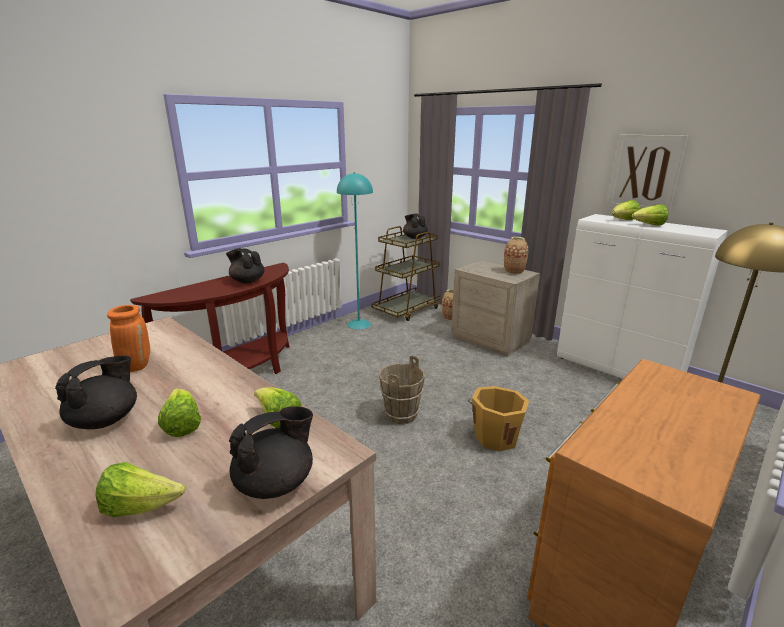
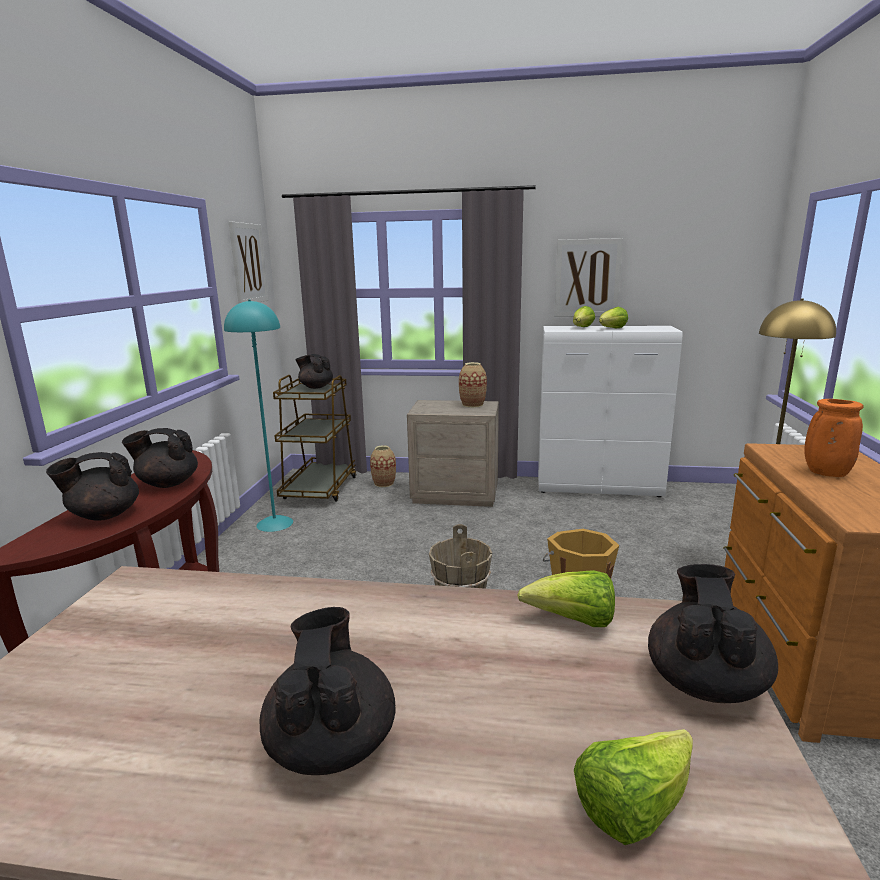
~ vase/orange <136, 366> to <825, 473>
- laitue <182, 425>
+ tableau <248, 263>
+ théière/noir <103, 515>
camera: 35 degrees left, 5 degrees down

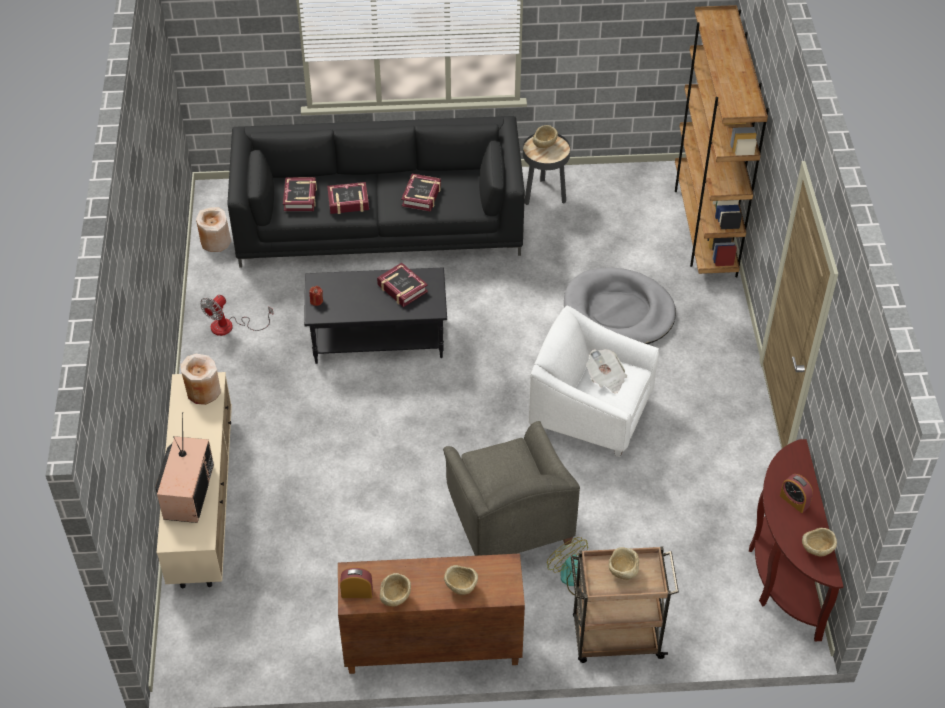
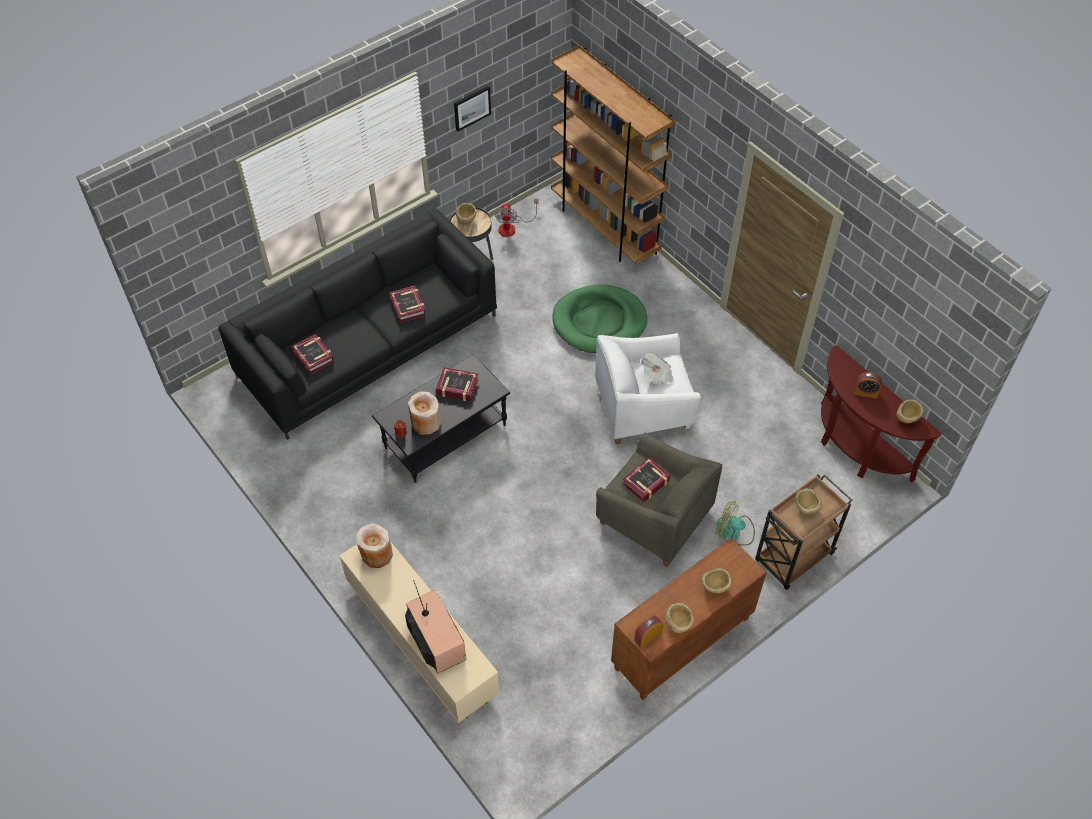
~ livre <348, 202> to <646, 482>
~ vase/beige <215, 241> to <425, 422>
~ panier pour chien/gris <618, 312> to panier pour chien/vert <599, 322>
~ ventilateur <230, 327> to <512, 227>
+ tableau <472, 108>
camera: 35 degrees left, 5 degrees up

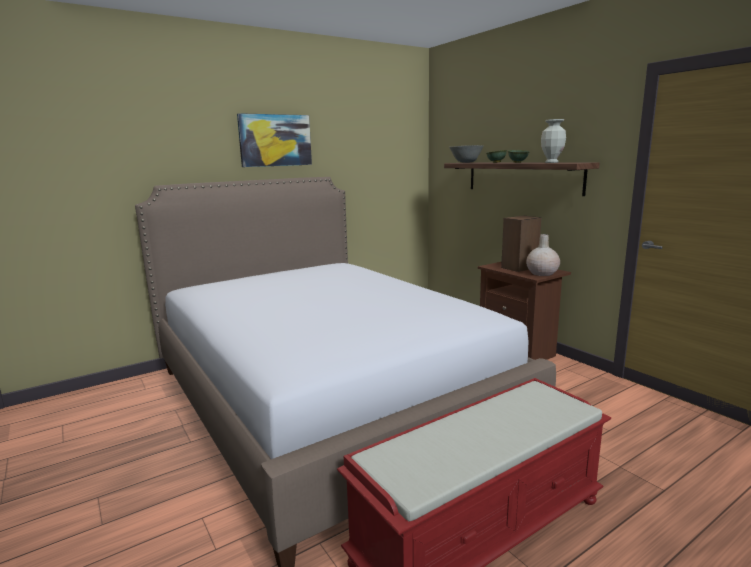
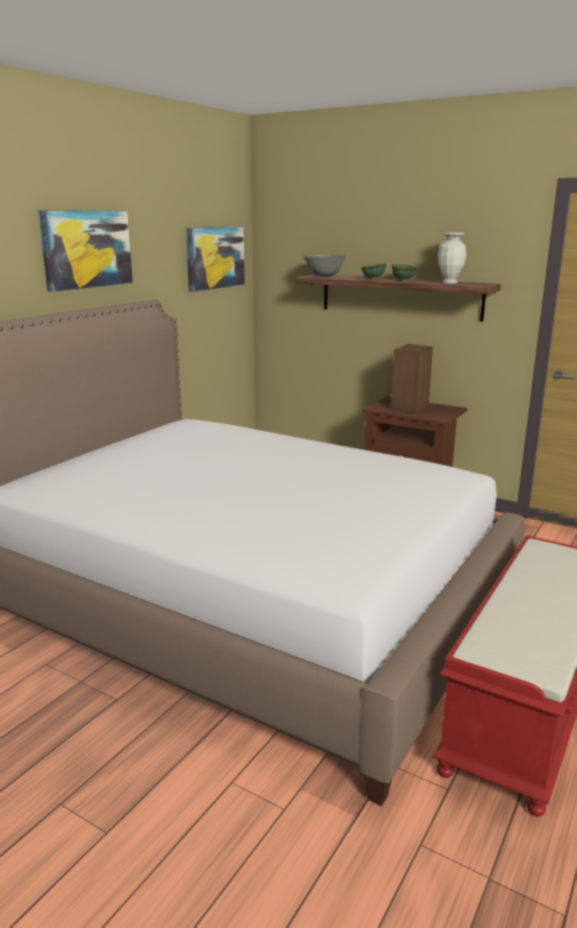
- vase/beige <541, 273>
+ tableau <215, 258>
camera: 25 degrees left, 5 degrees up

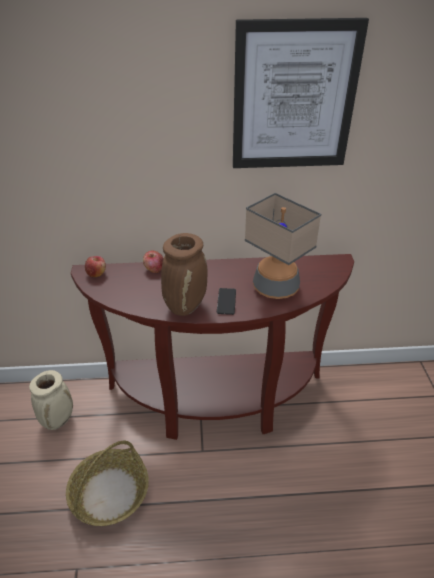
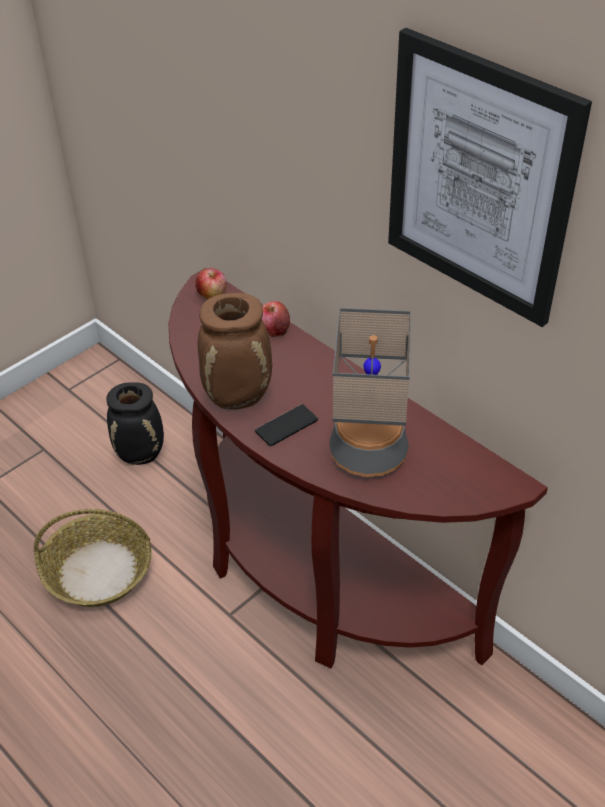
~ vase/beige <58, 419> to vase/noir <141, 455>
camera: 50 degrees right, 5 degrees up

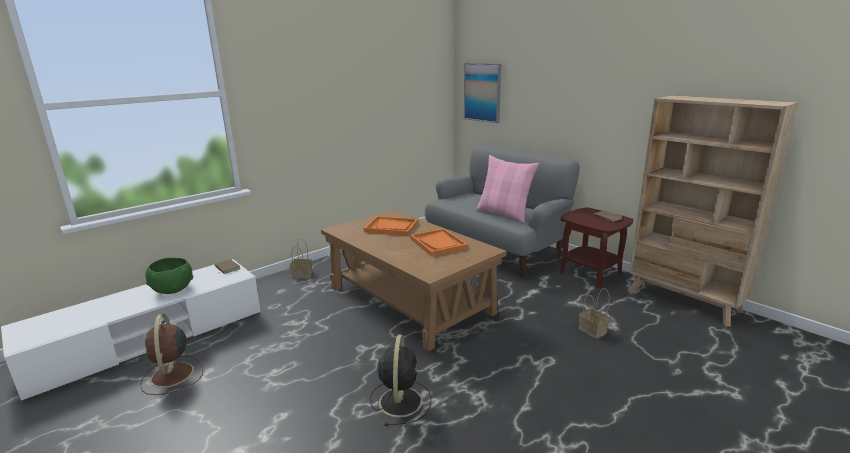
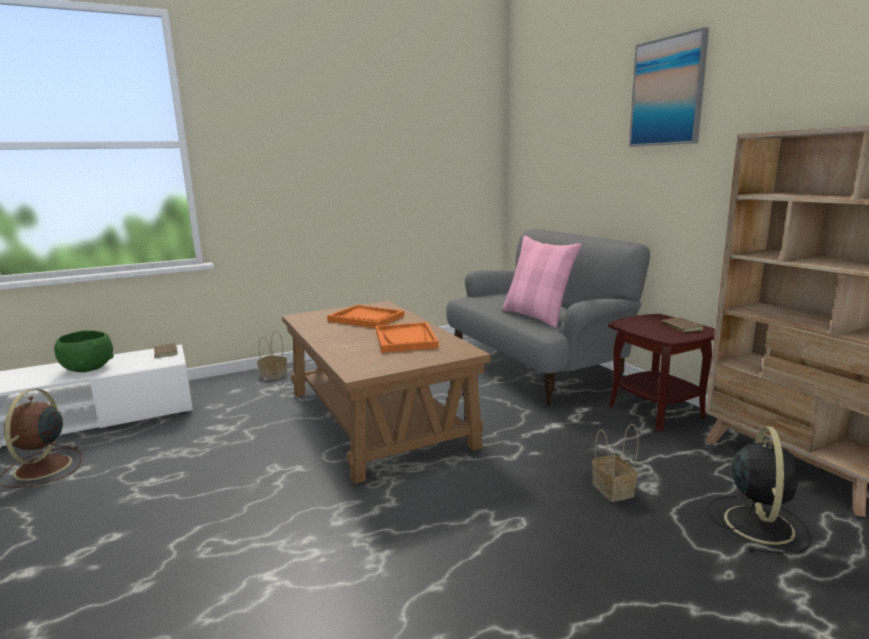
~ tableau <482, 92> to <668, 92>
~ ventilateur/noir <400, 400> to <757, 523>
camera: 15 degrees right, 5 degrees down

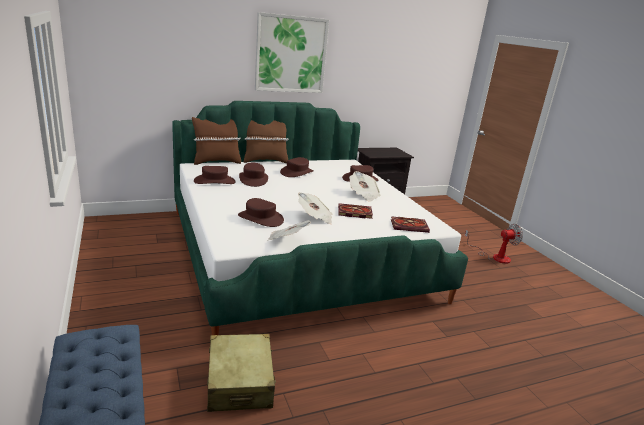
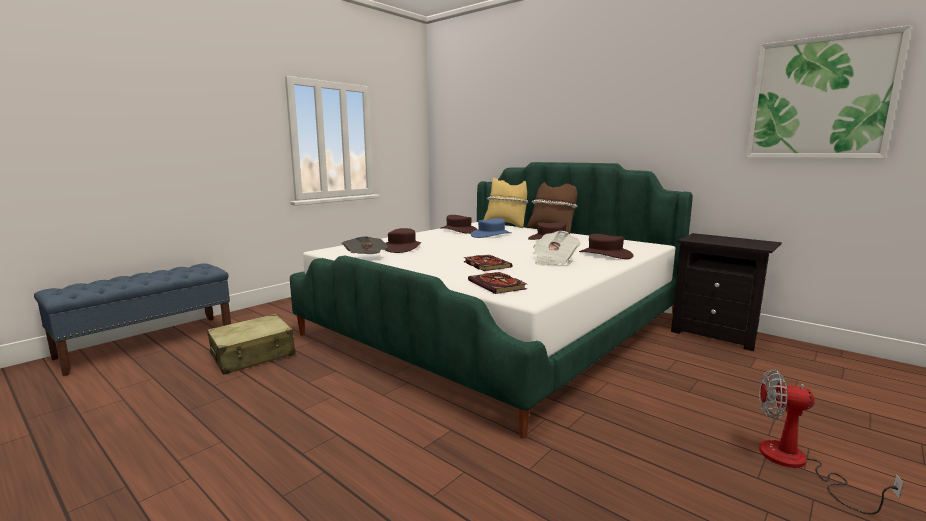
~ tableau <291, 54> to <820, 98>
~ coussin/marron <216, 162> to coussin/jaune <506, 224>
~ chapeau/marron <253, 179> to chapeau/bleu <491, 235>
- journal <315, 217>
~ ventilateur <494, 256> = <797, 464> 150 degrees clockwise
camera: 65 degrees right, 10 degrees down

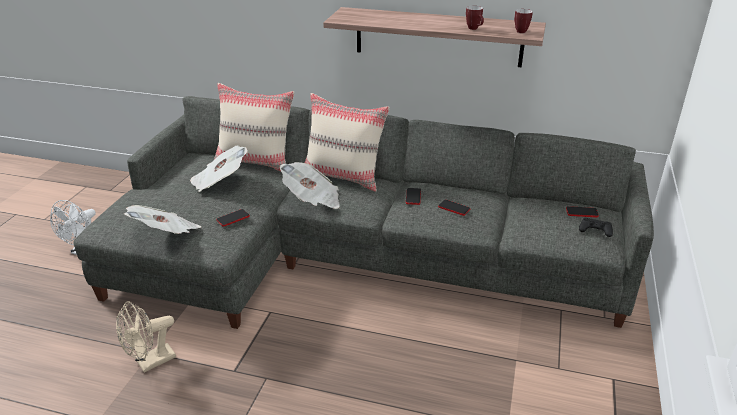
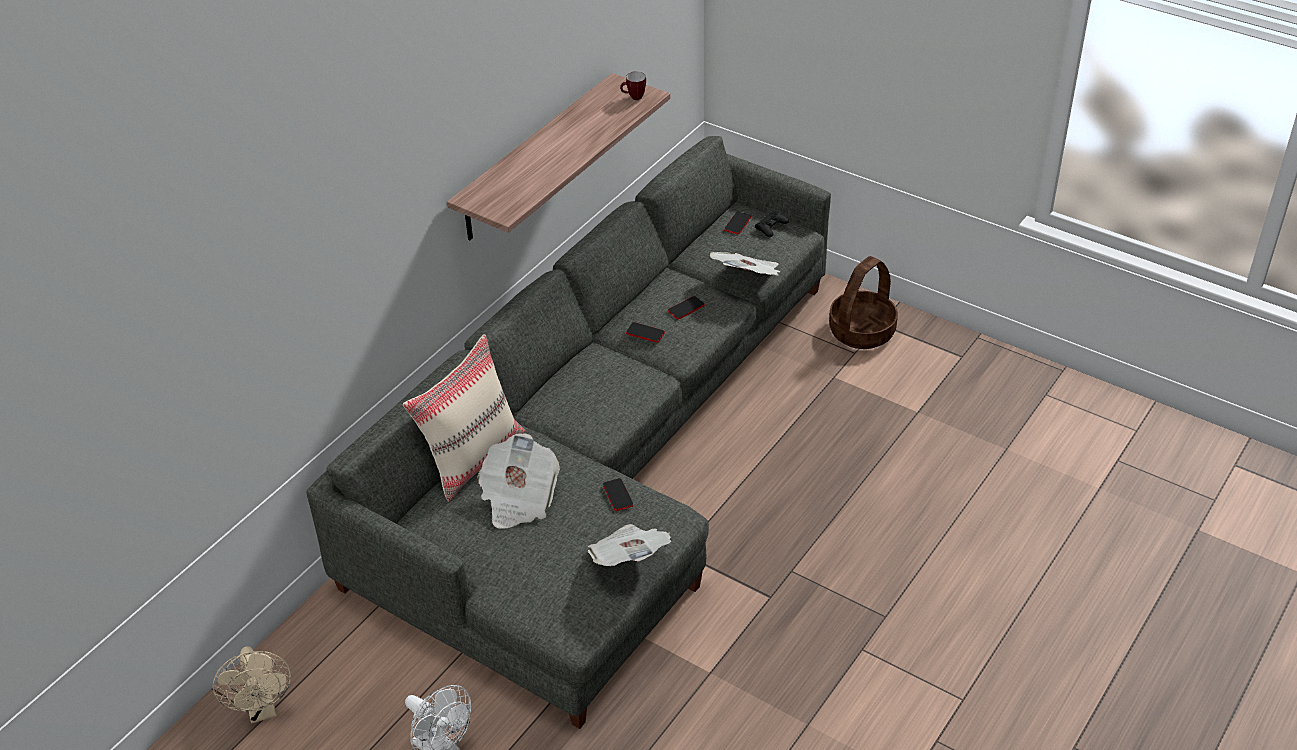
- mug <474, 29>
- coussin/beige <344, 176>
~ journal <312, 199> to <748, 278>
~ ventilateur/beige <150, 363> to <263, 709>
+ panier <861, 331>
camera: 70 degrees left, 10 degrees up

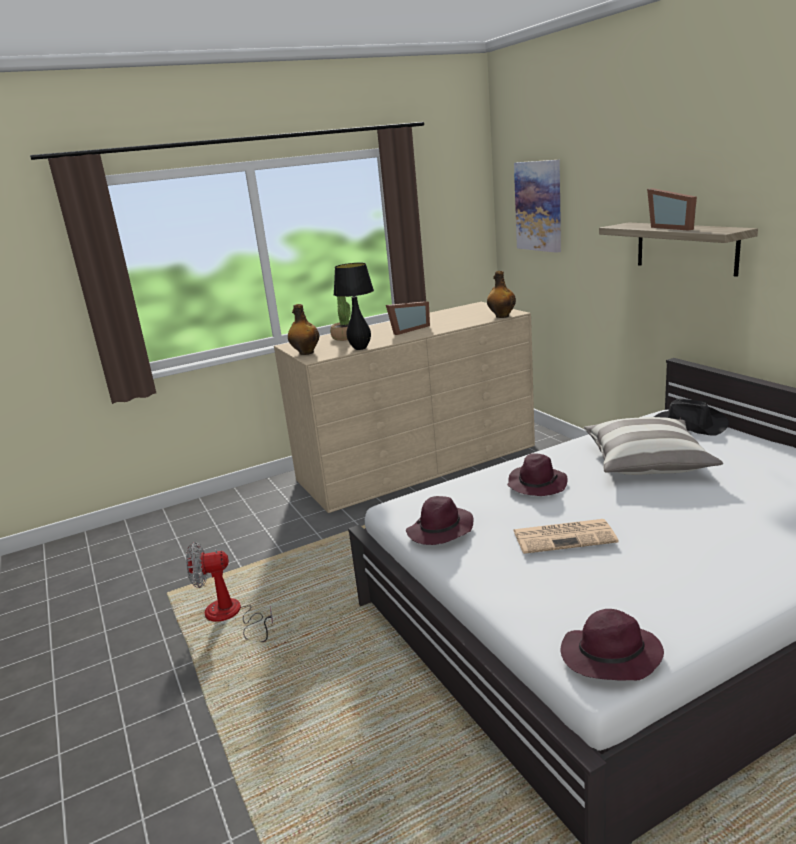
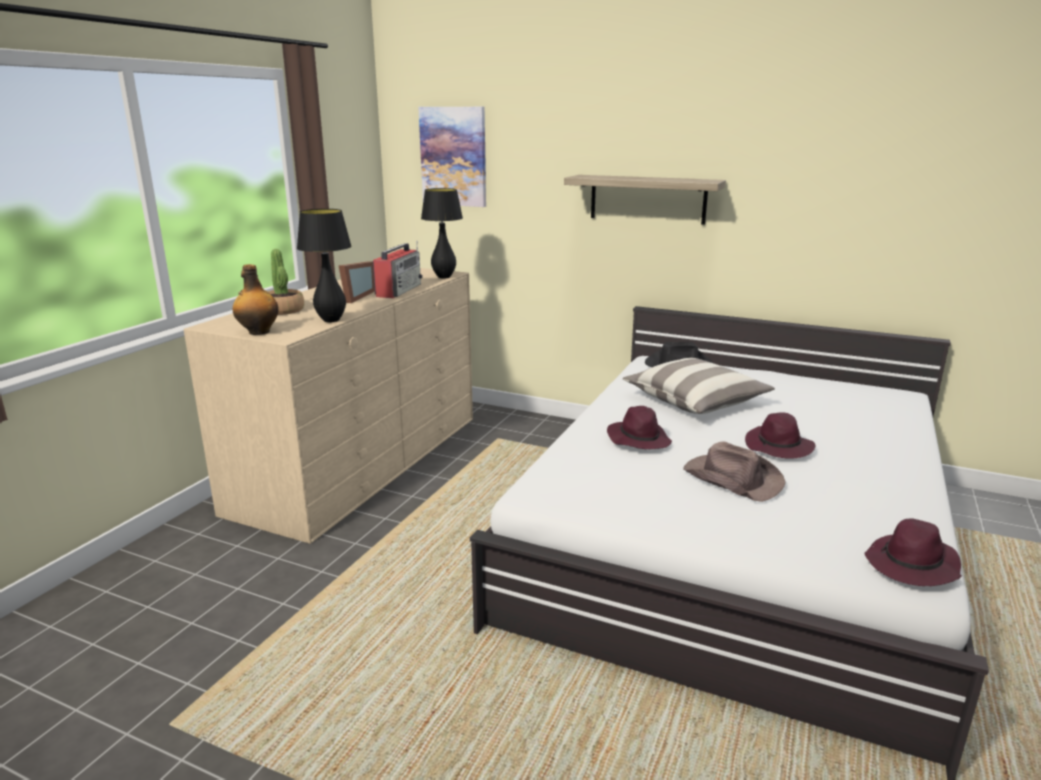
- cadre photo <674, 227>
~ bouteille <501, 316> to lampe de table/noir <444, 277>
~ chapeau/violet <440, 531> to <779, 447>
~ journal <565, 536> to chapeau/marron <731, 478>
- ventilateur <231, 616>
+ radio <399, 290>
camera: 40 degrees left, 0 degrees up

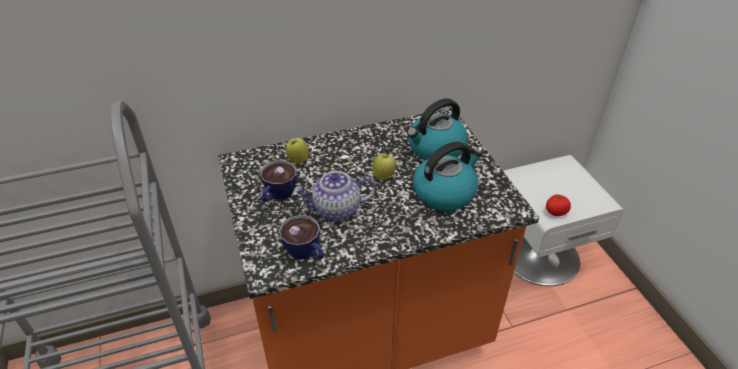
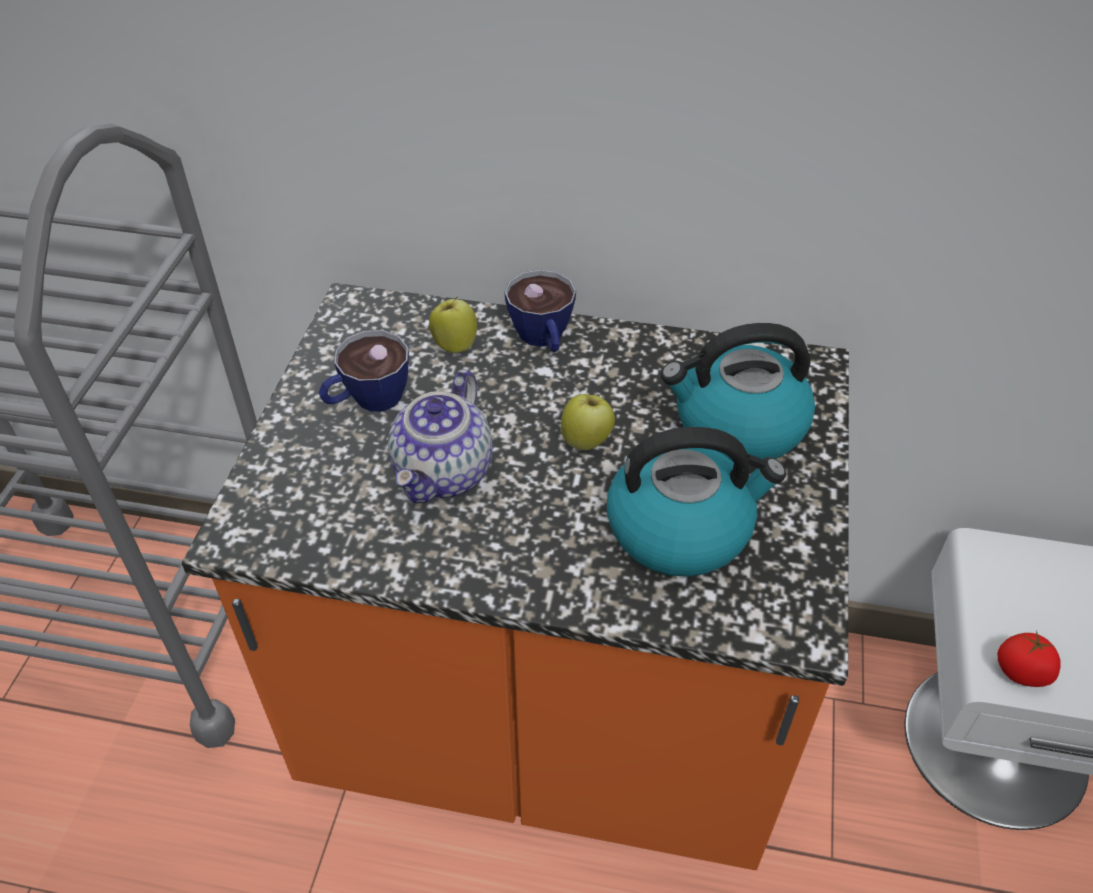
~ théière <336, 210> = <444, 473> 90 degrees counterclockwise
~ tasse <306, 253> to <543, 339>
camera: 30 degrees right, 5 degrees up

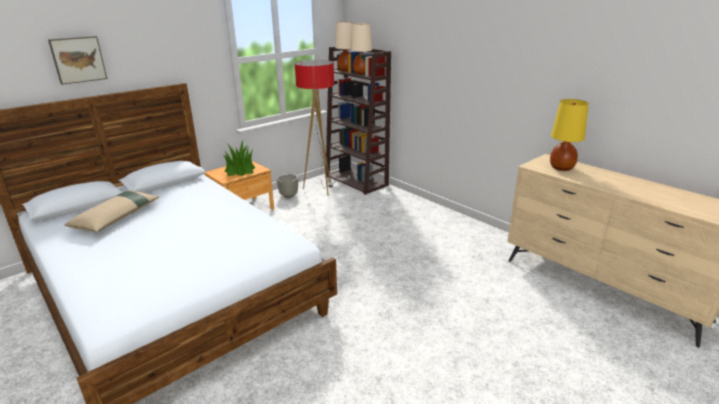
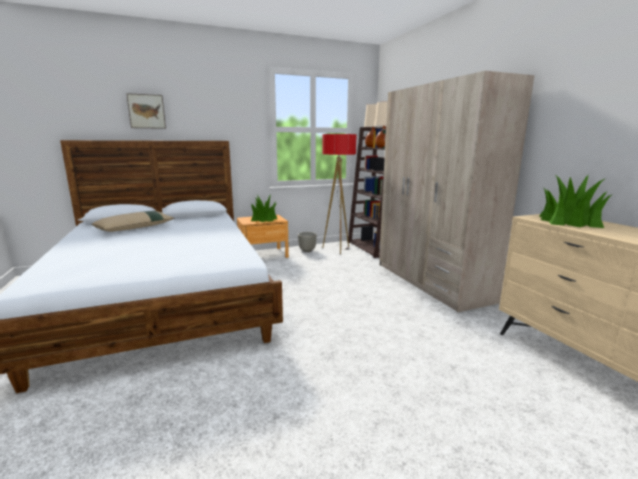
~ lampe de table/jaune <561, 168> to plante en pot <570, 221>
+ armoire/beige <431, 282>
camera: 20 degrees right, 10 degrees down

